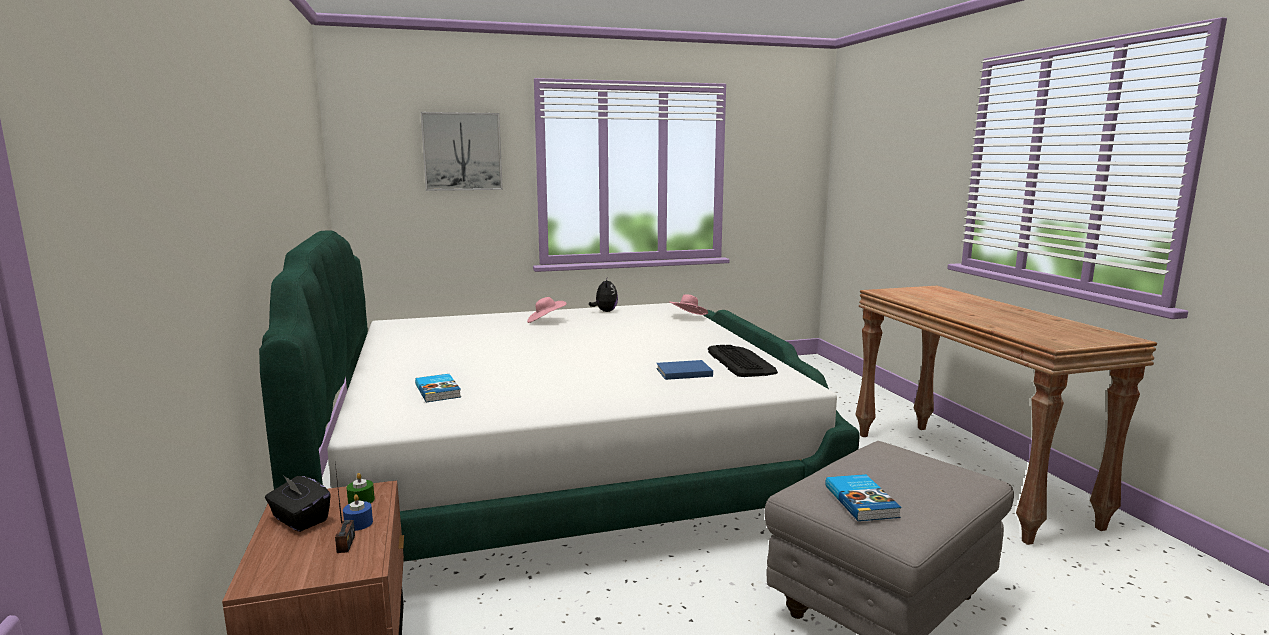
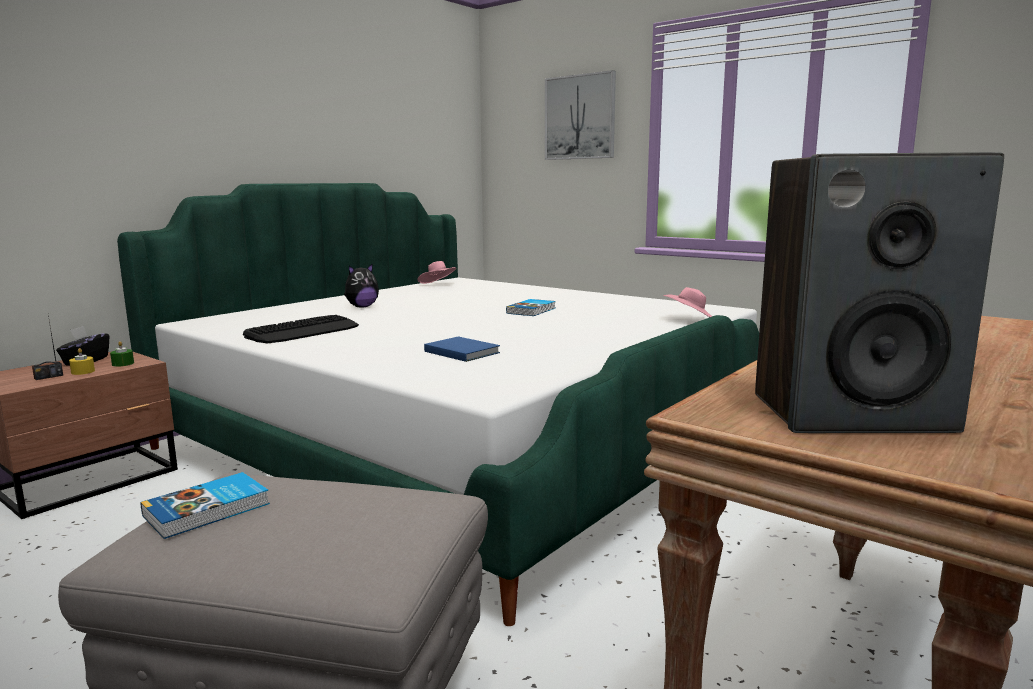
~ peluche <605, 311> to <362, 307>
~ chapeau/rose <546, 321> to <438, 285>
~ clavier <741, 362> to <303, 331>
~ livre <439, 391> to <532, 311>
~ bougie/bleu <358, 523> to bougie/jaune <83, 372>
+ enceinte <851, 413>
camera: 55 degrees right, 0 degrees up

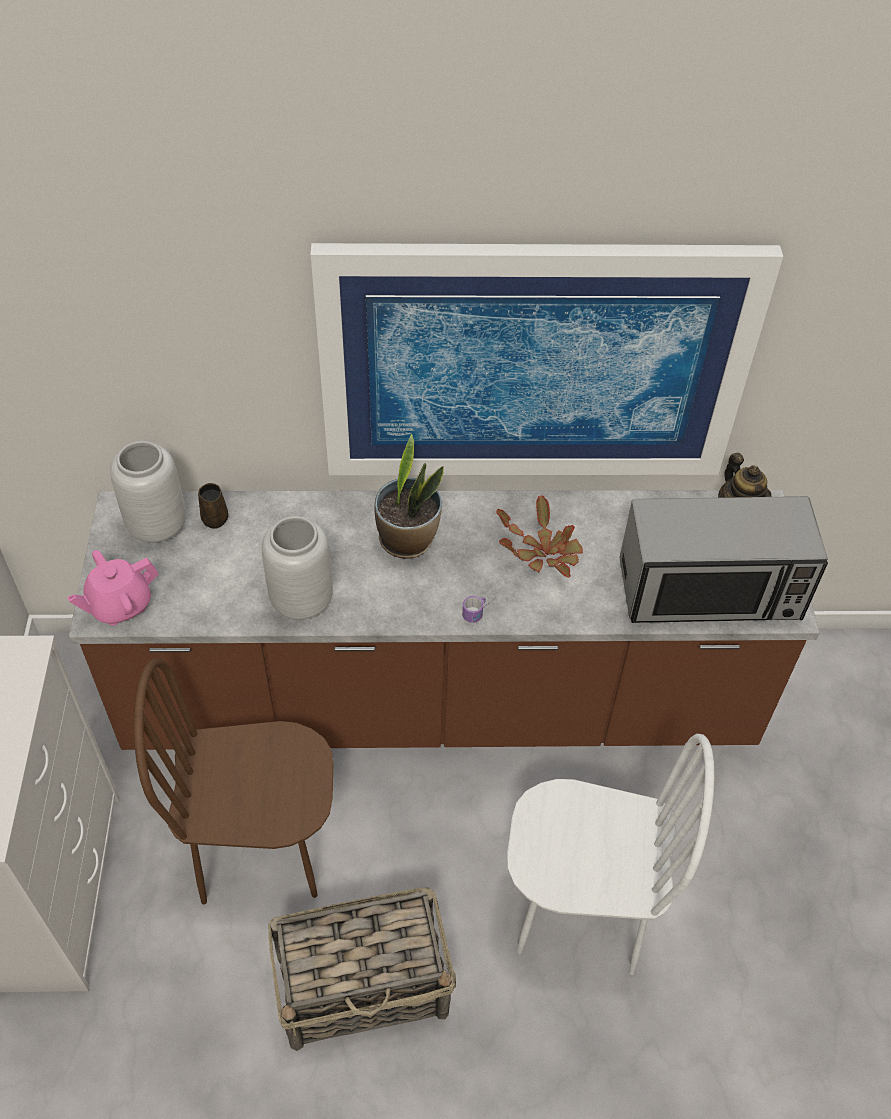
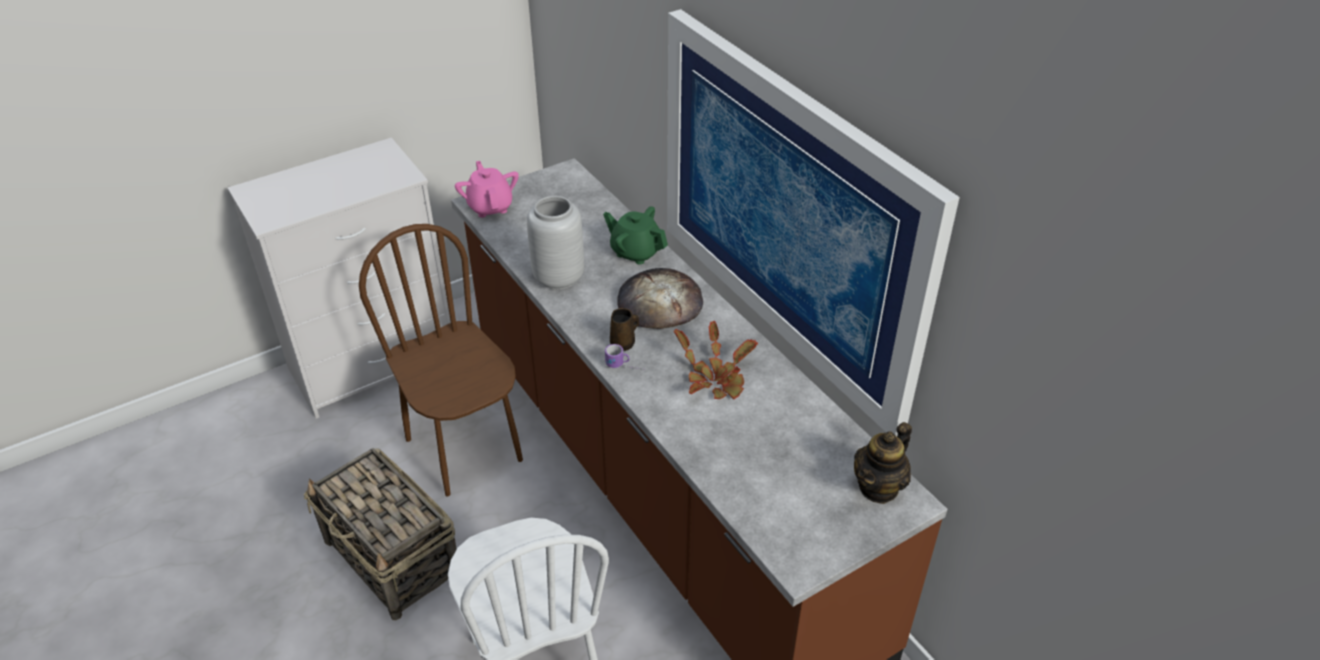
~ plante en pot <407, 540> to pain <659, 303>
- vase/gris <156, 525>
~ mug/marron <215, 518> to <624, 343>
- micro-ondes <710, 590>
~ théière/rose <120, 605> = <490, 207> 45 degrees clockwise
+ théière/vert <636, 252>
camera: 60 degrees right, 10 degrees down

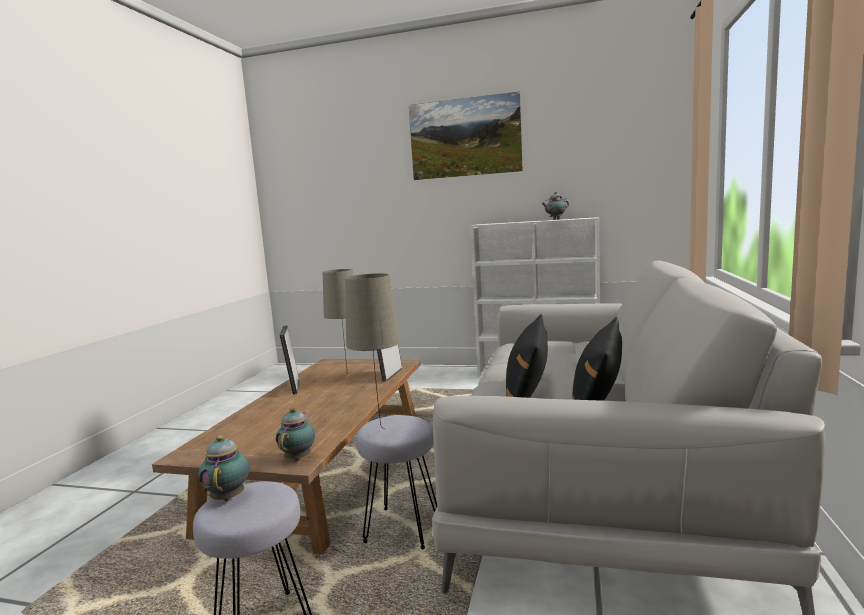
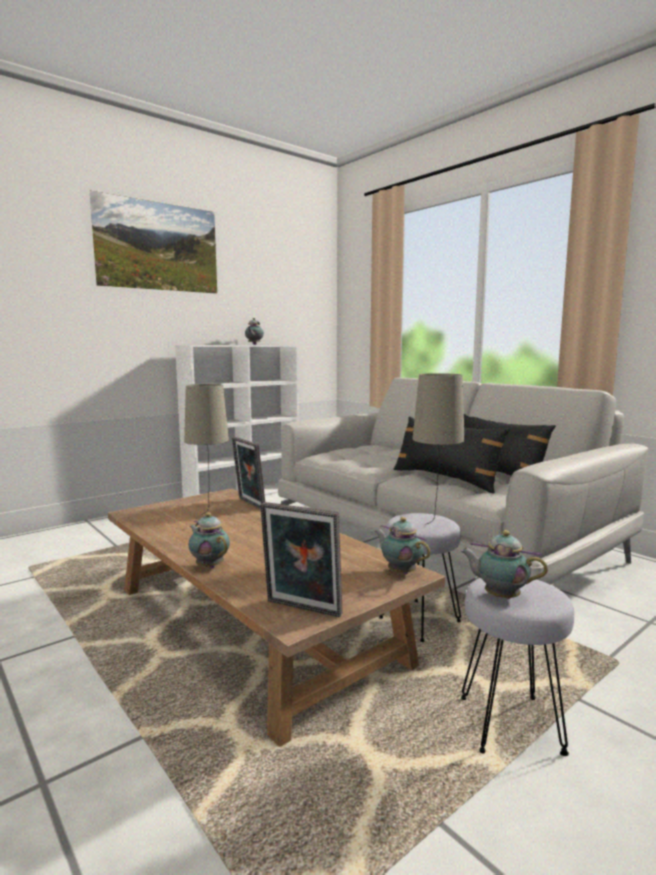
~ cadre photo <293, 387> to <301, 610>
+ théière <209, 566>
camera: 55 degrees left, 0 degrees up

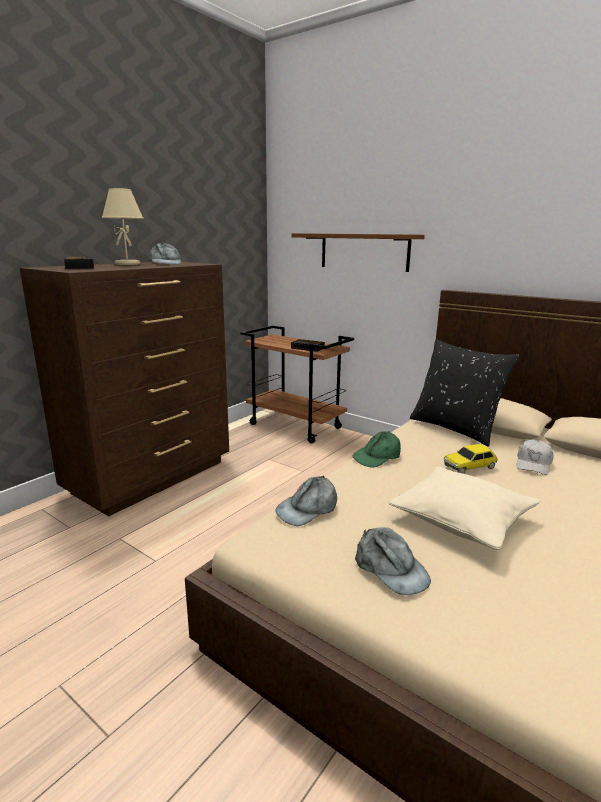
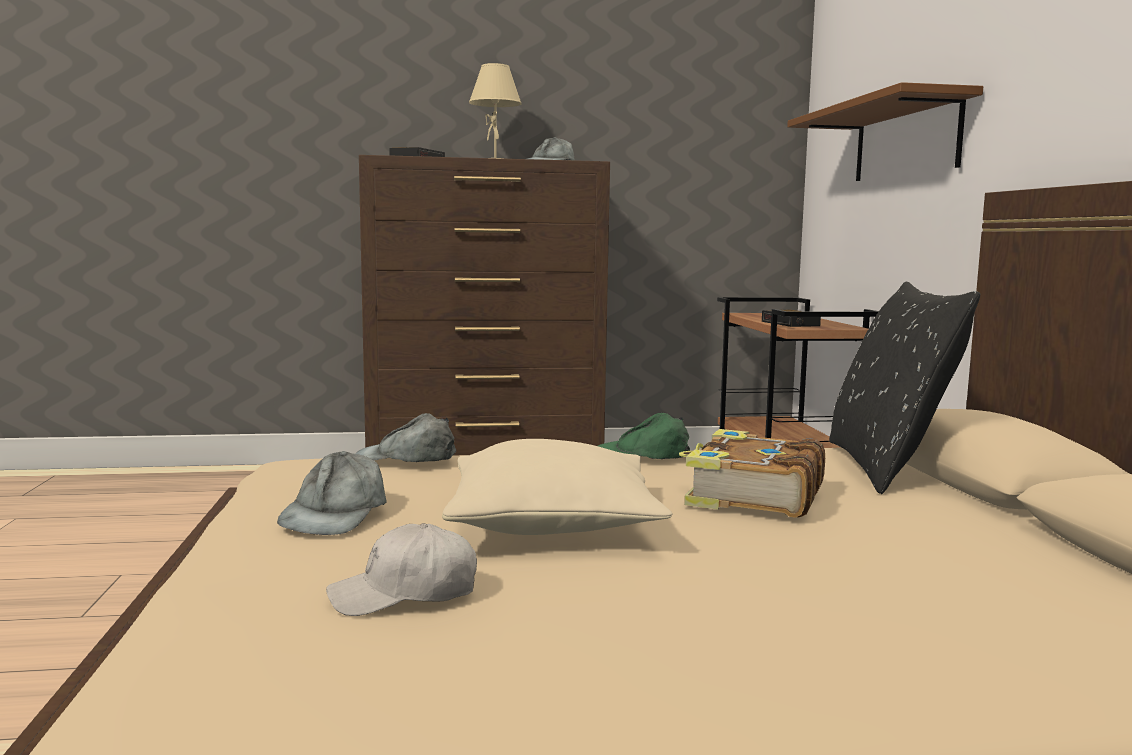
~ casquette/blanc <533, 464> to <405, 595>
~ petite voiture <469, 467> to livre <752, 496>
camera: 45 degrees right, 10 degrees down

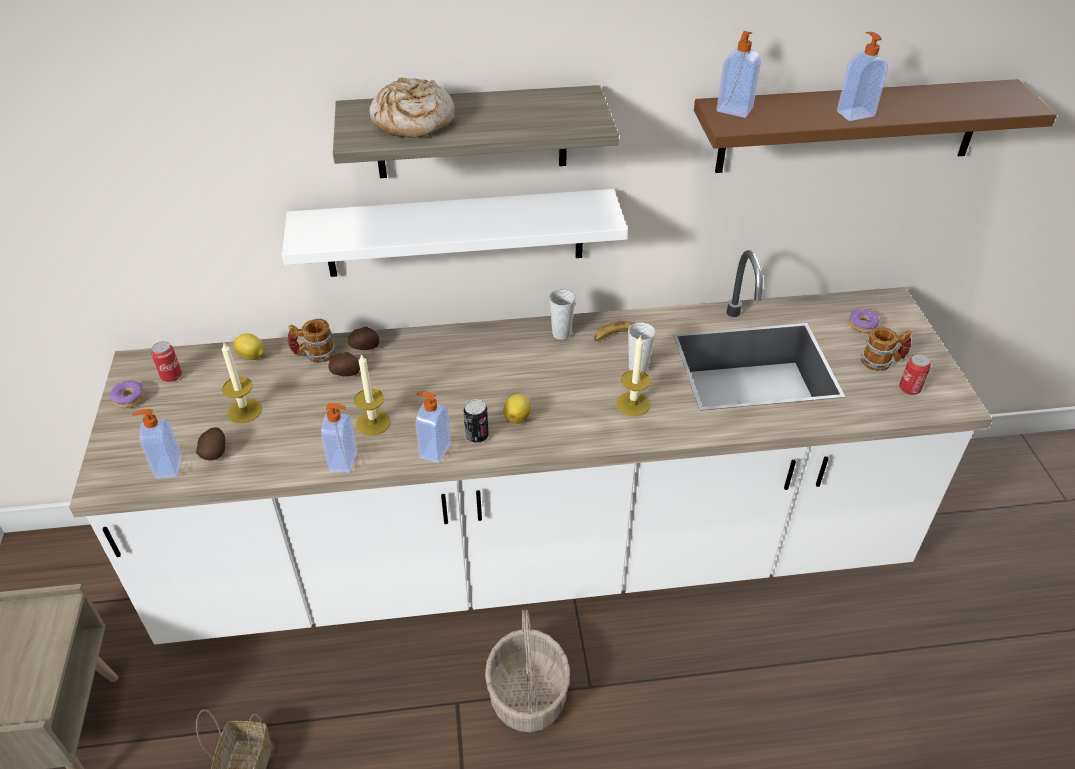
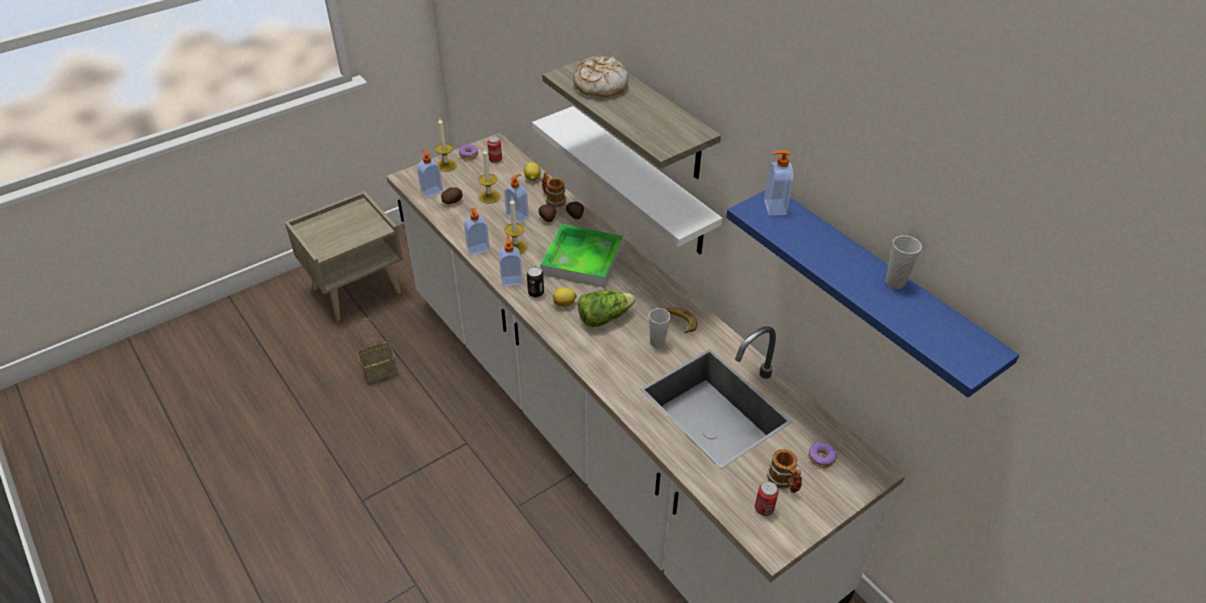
~ distributeur de savon <855, 113> to <518, 216>
~ étagère/marron <849, 126> to étagère/bleu <876, 290>
~ tasse <561, 334> to <895, 282>
~ bougie <633, 404> to <446, 165>
- panier <528, 696>
+ plateau <582, 259>
+ laitue <604, 317>
camera: 60 degrees right, 0 degrees up

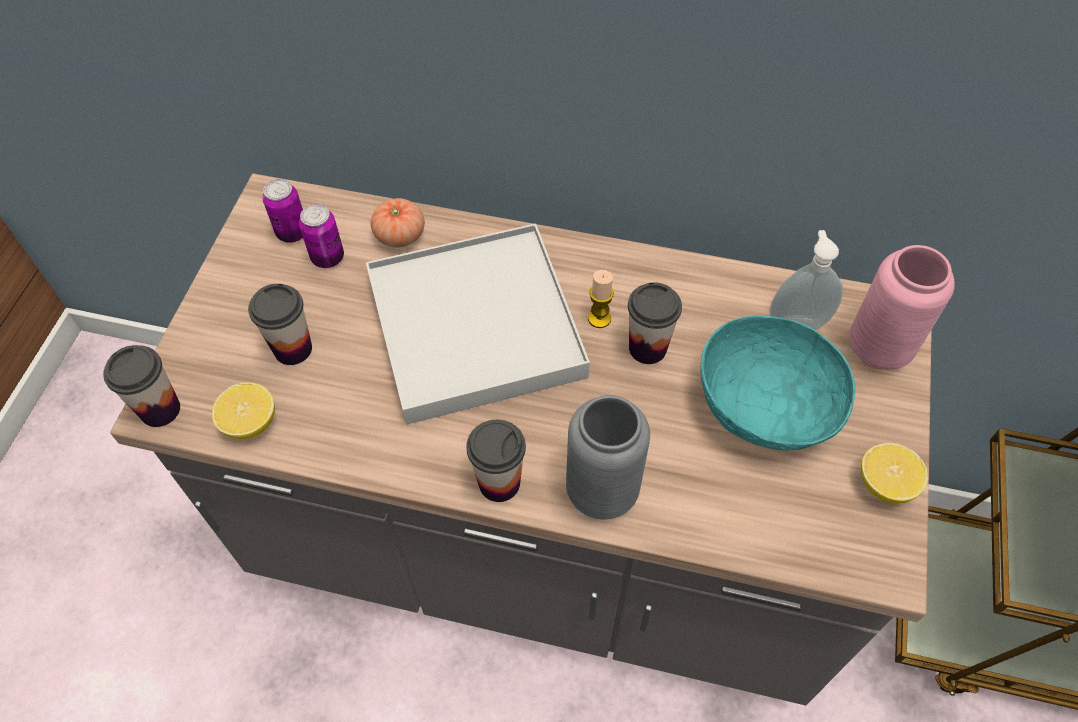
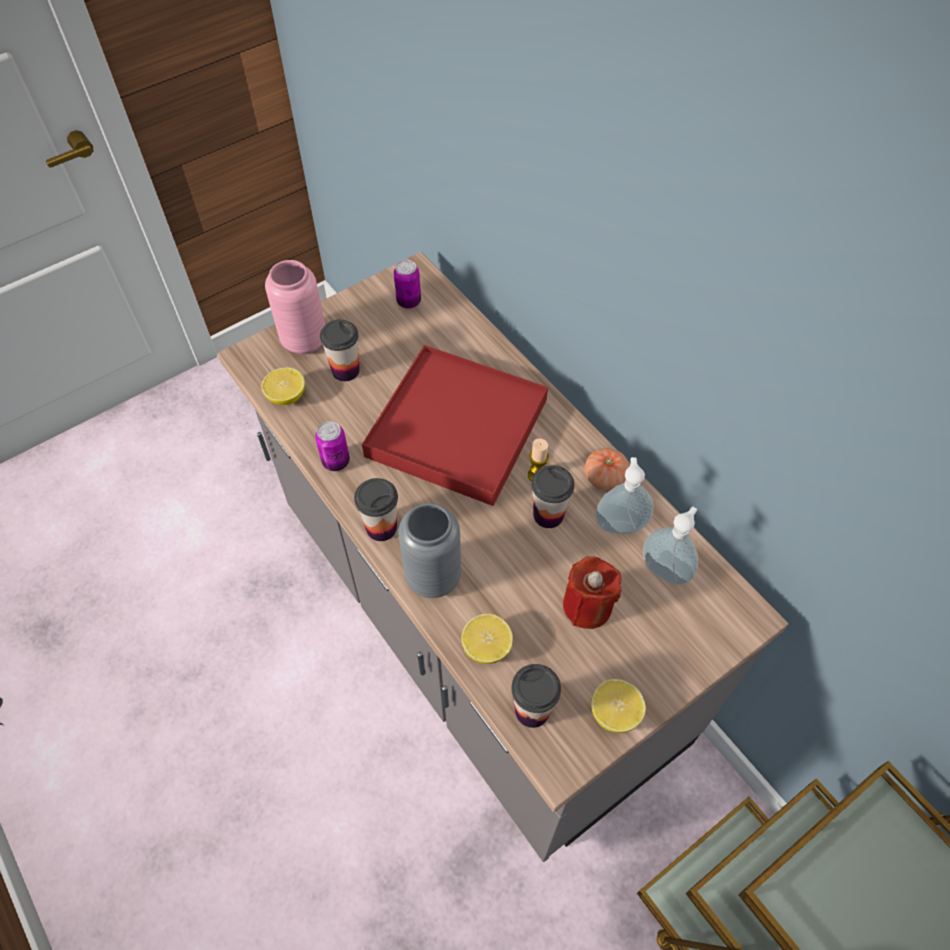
~ tomate <400, 235> to <605, 478>
~ boîte métallique <328, 258> to <336, 461>
~ plateau/blanc <475, 326> to plateau/rouge <458, 428>
~ vase/rose <878, 348> to <304, 341>
~ bol/turquoise <766, 406> to bougie/rouge <587, 606>
~ tasse <160, 409> to <532, 710>
+ distributeur de savon <619, 524>
+ citron <486, 647>
camera: 40 degrees right, 0 degrees up

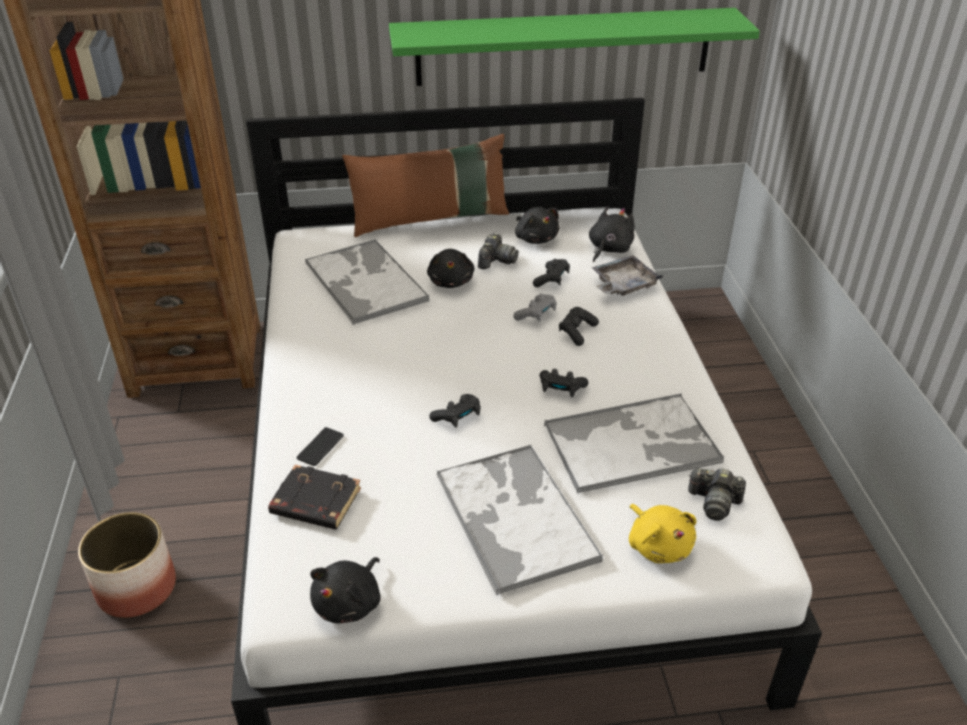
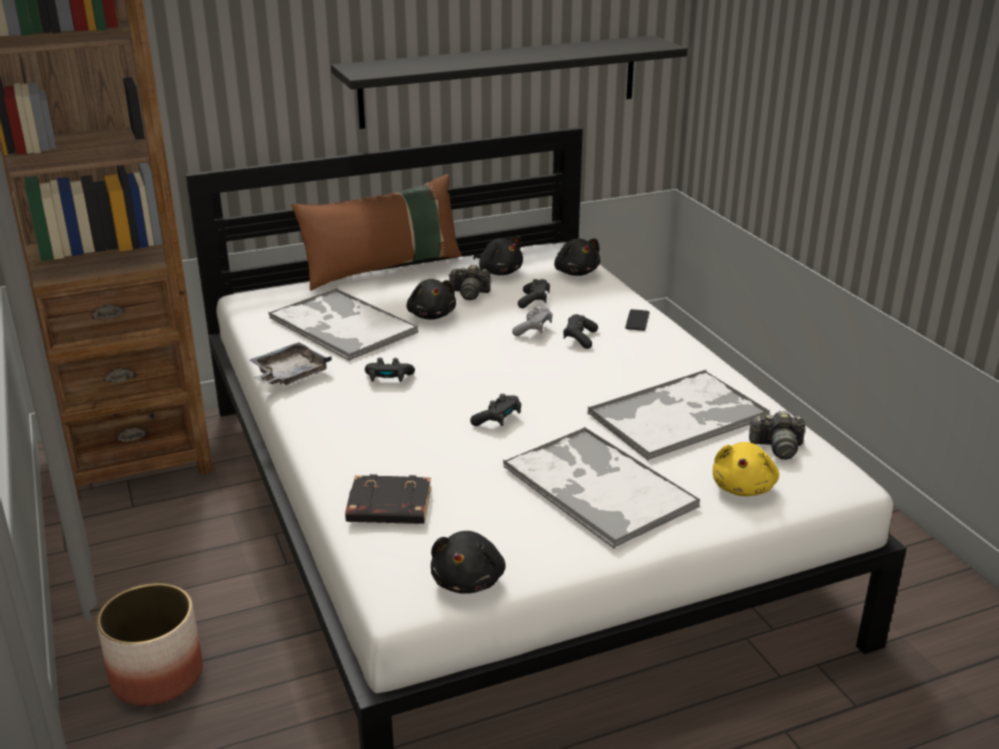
~ étagère/vert <564, 47> to étagère/noir <501, 81>
~ peluche/noir <609, 249> = <576, 272> 135 degrees clockwise
~ appareil photo <496, 261> = <469, 293> 90 degrees clockwise
~ plateau/gris <623, 285> to <289, 375>
~ manette/noir <561, 389> to <388, 379>
~ téléphone <320, 447> to <637, 321>
~ peluche/jaune <658, 545> = <743, 487> 60 degrees clockwise
camera: 15 degrees left, 10 degrees down

